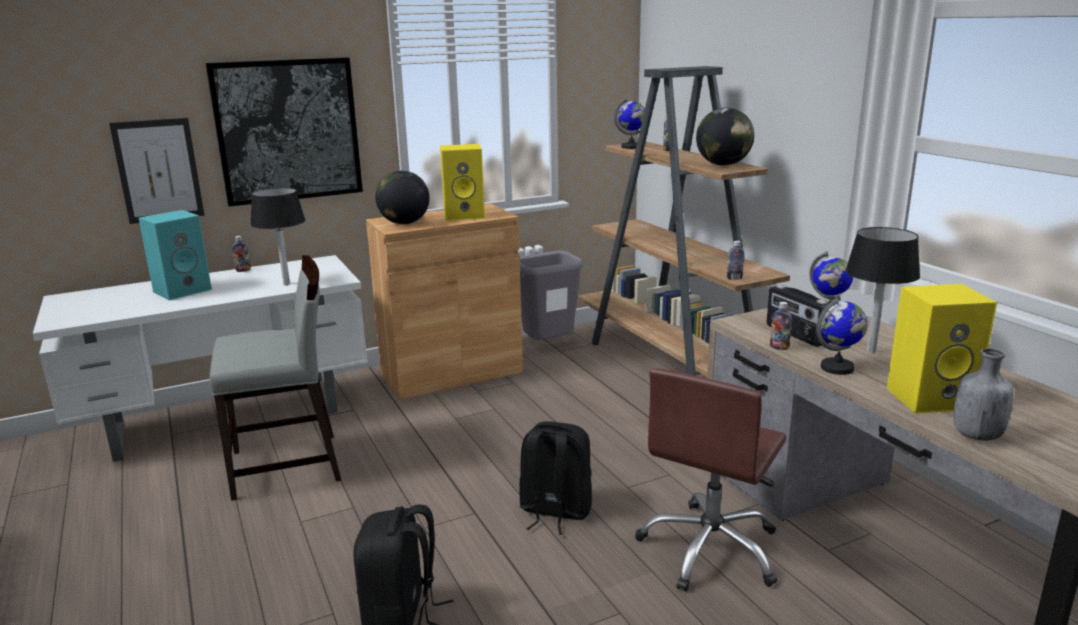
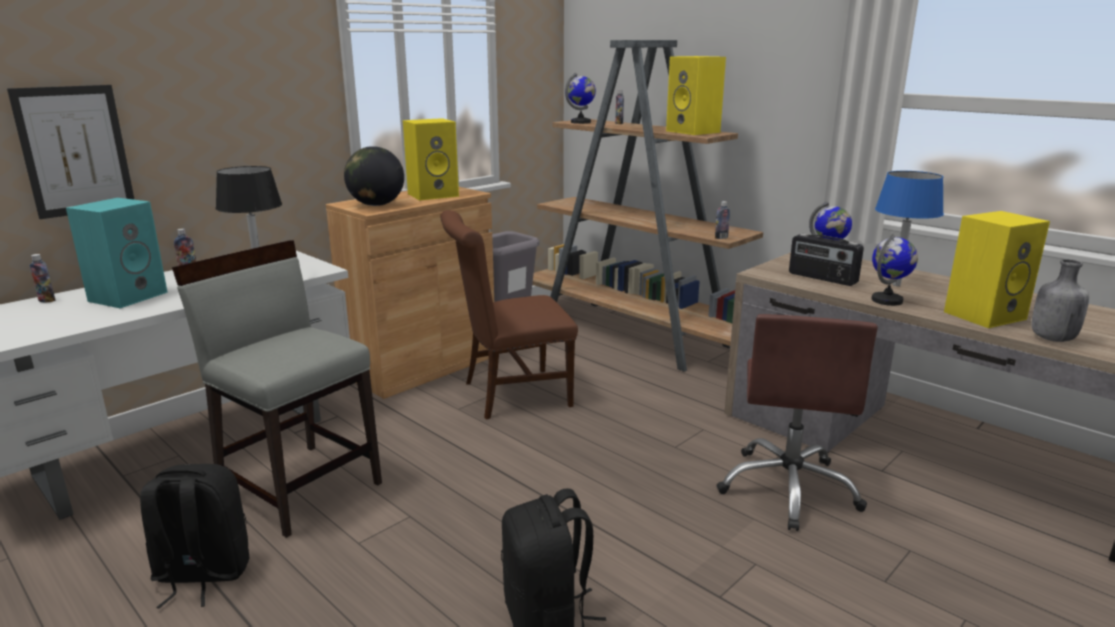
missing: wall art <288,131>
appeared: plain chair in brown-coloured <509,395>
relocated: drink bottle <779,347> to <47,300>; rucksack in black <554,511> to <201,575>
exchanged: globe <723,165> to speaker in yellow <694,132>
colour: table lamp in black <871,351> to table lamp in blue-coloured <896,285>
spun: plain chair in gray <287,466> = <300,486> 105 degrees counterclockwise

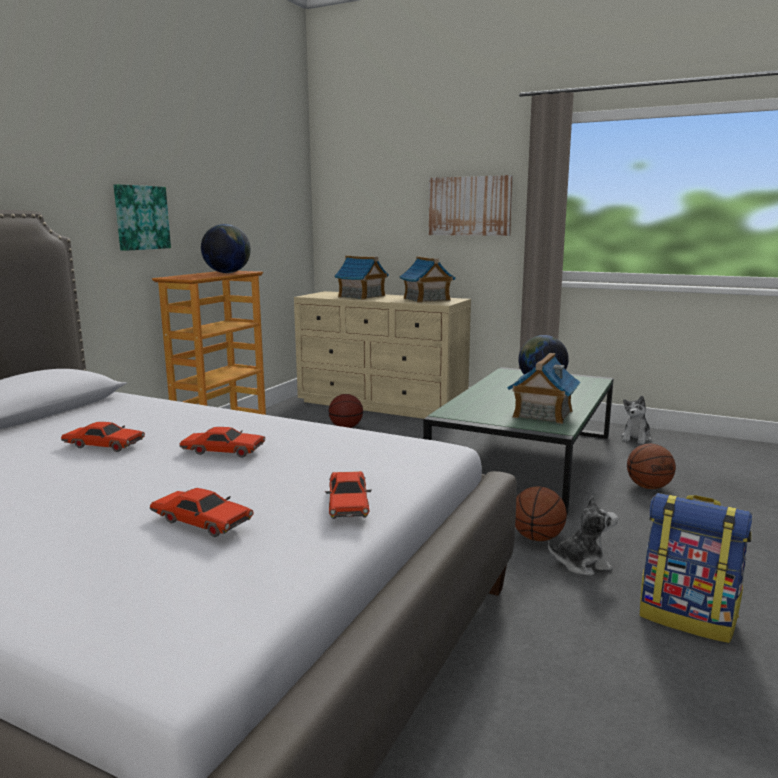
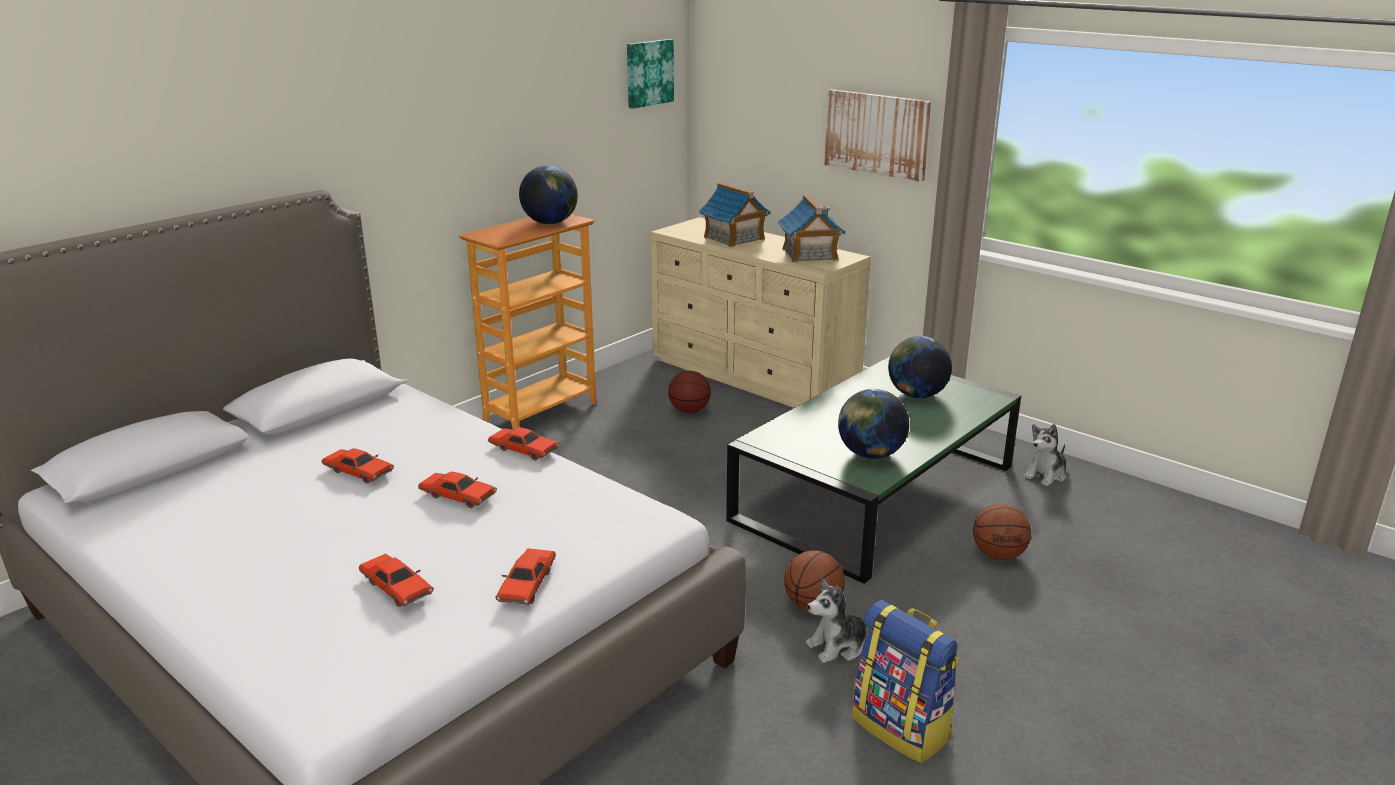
appeared: model car in red <523,450>
relocated: wall art <141,217> to <648,73>
exchanged: toy house <542,414> to globe <870,454>
spun: plush toy <581,564> = <838,646> 150 degrees clockwise

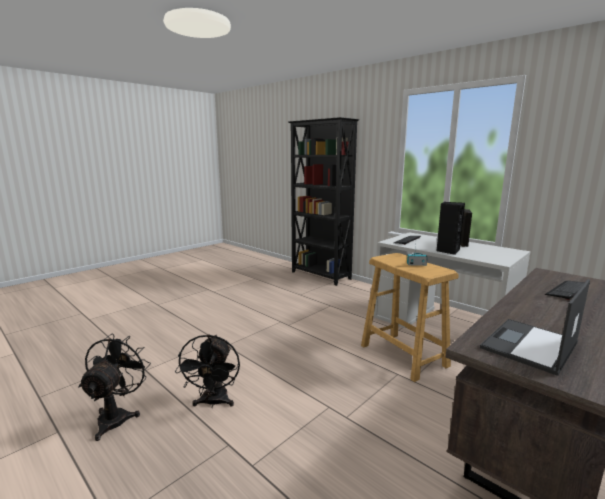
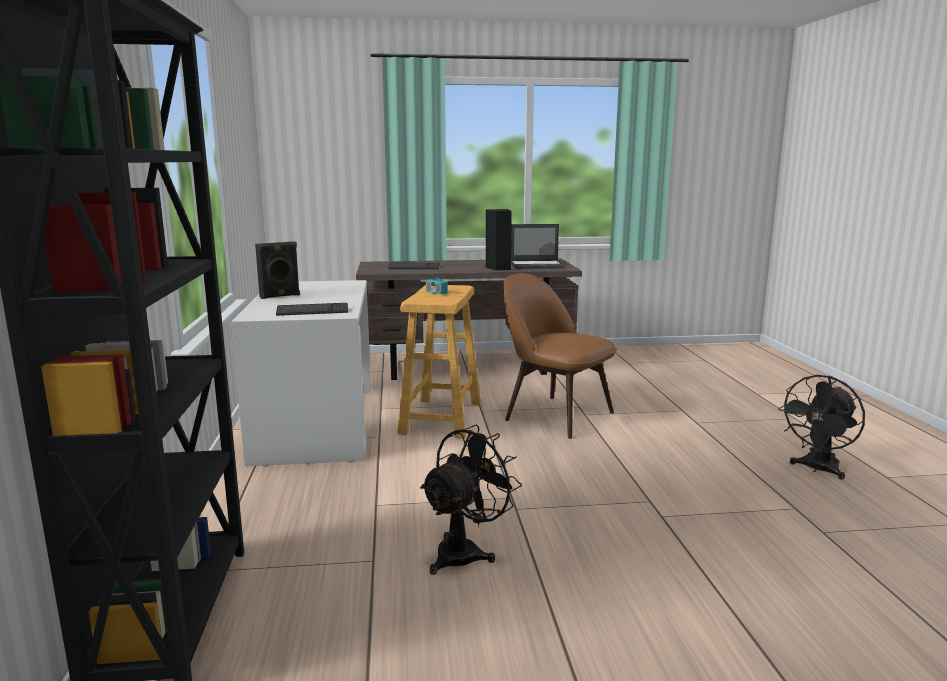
appeared: plain chair in brown-coloured <555,415>
relocated: electric fan in black <213,403> to <465,552>; speaker in black <447,251> to <499,268>

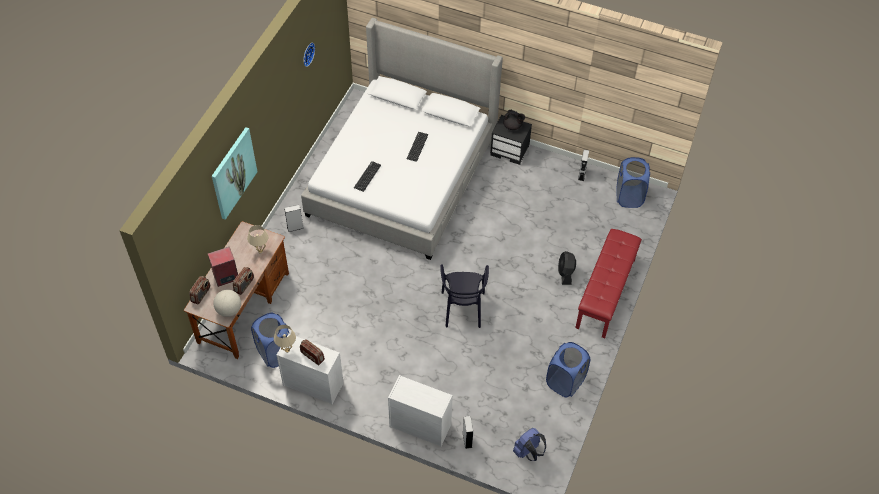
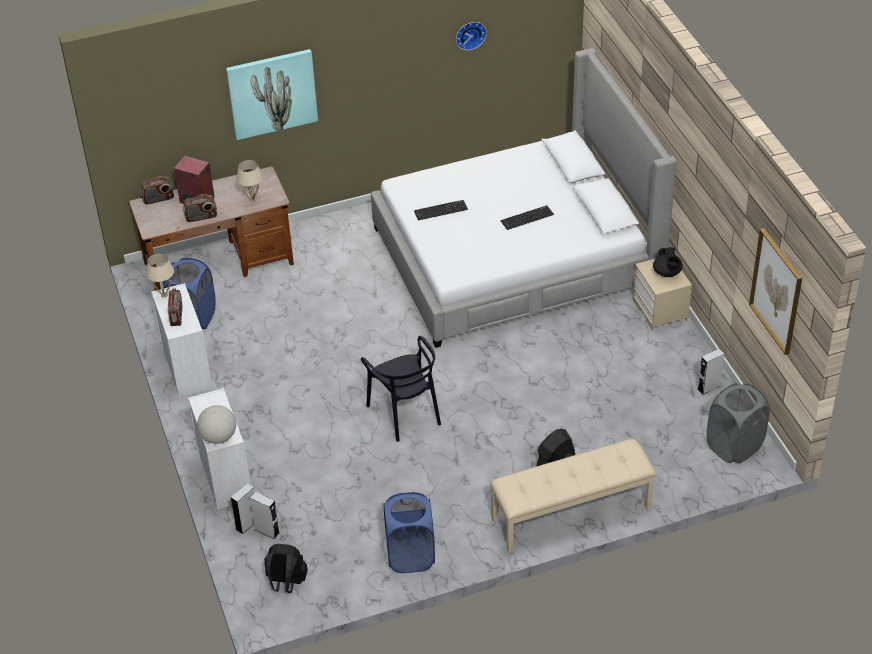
appeared: wall art <776,291>
relocated: globe <229,310> to <219,437>; speaker in gray <295,228> to <267,531>
colour: rucksack in blue-coloured <528,452> to rucksack in black <286,583>; indoor bench in red <606,293> to indoor bench in beige <571,514>; nightstand in black <510,150> to nightstand in beige <661,311>; washing basket in blue-coloured <629,196> to washing basket in gray <734,446>
spun: plain chair in black <463,309> = <405,413> 75 degrees counterclockwise

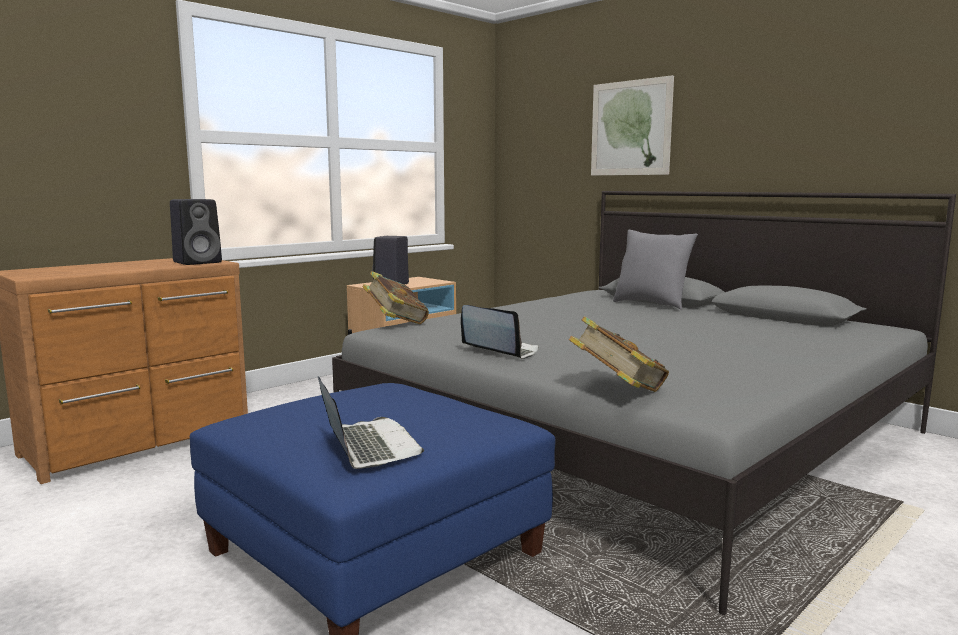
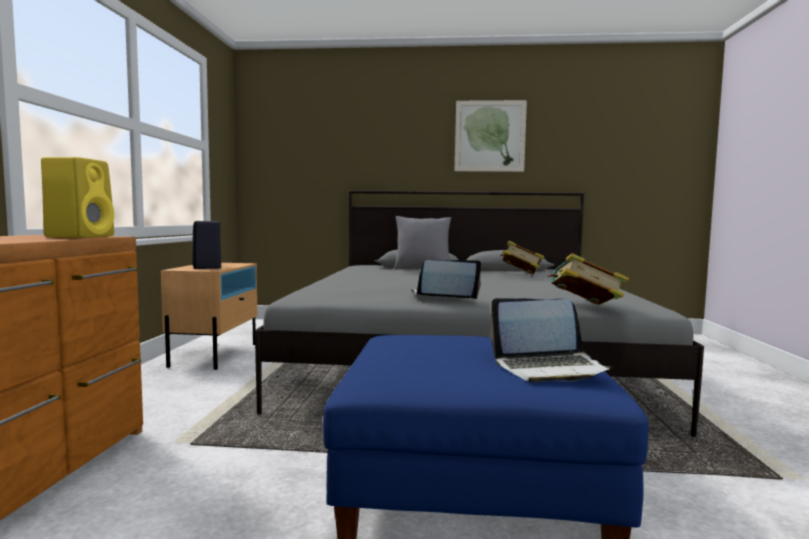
relocated: wall art <630,128> to <490,136>; book <396,323> to <520,275>
colour: speaker in black <199,262> to speaker in yellow <81,236>
spun: notebook computer <367,447> = <549,368> 150 degrees clockwise

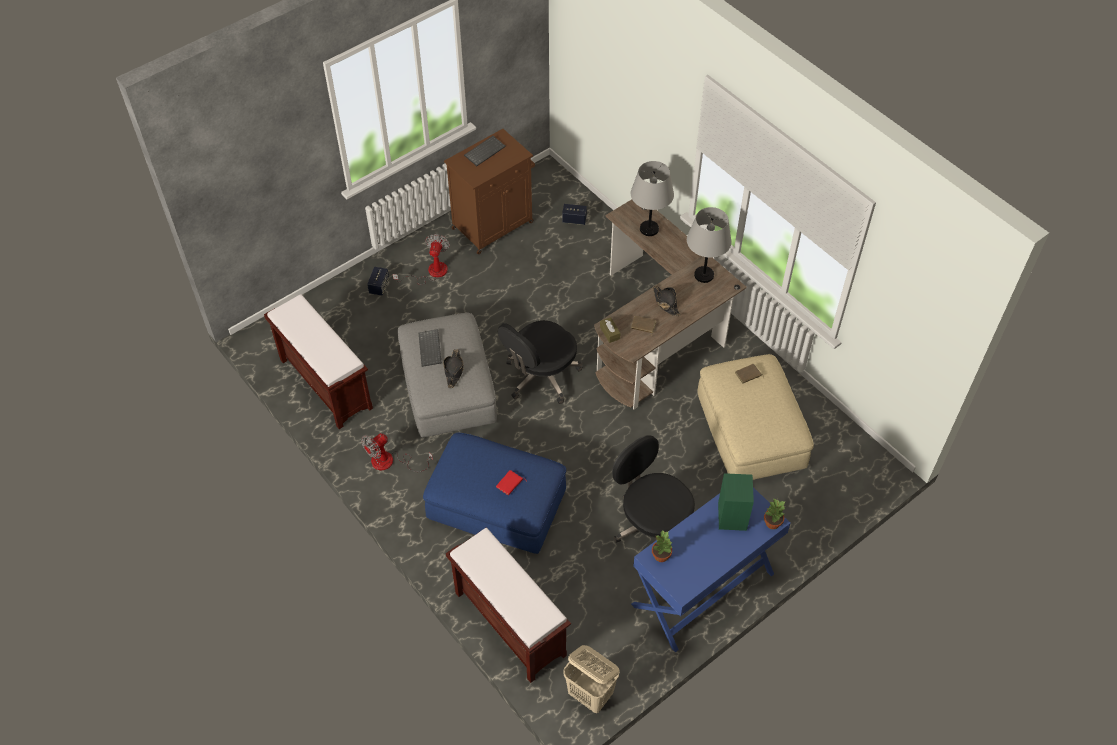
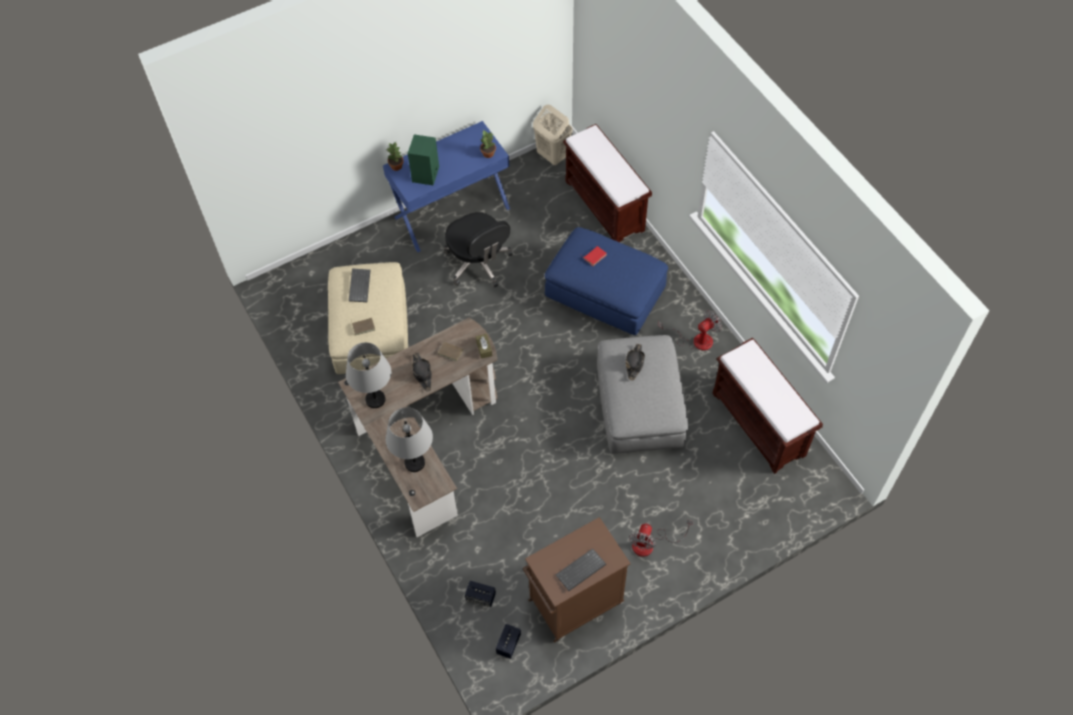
missing: computer chair in black <541,376>
relocated: PC keyboard <431,349> to <359,285>; speaker <379,286> to <508,644>

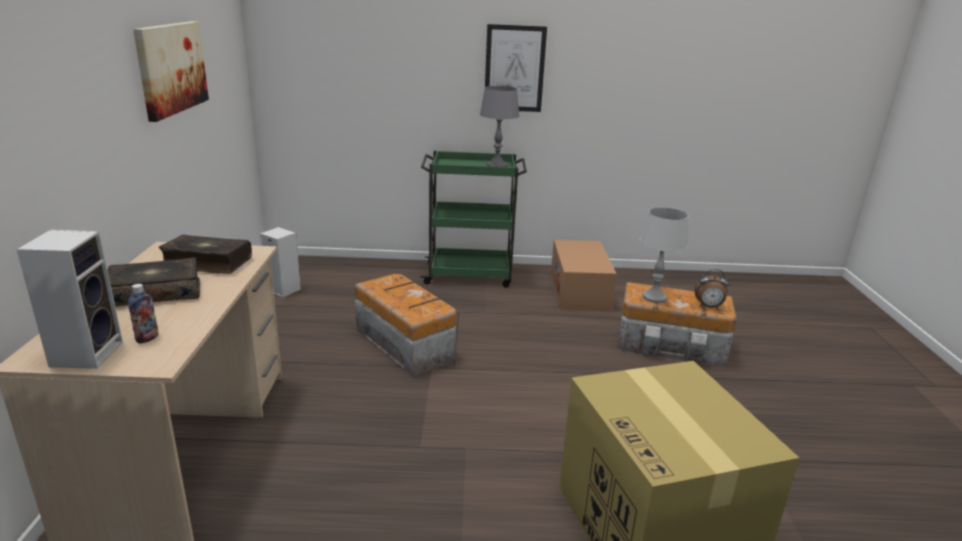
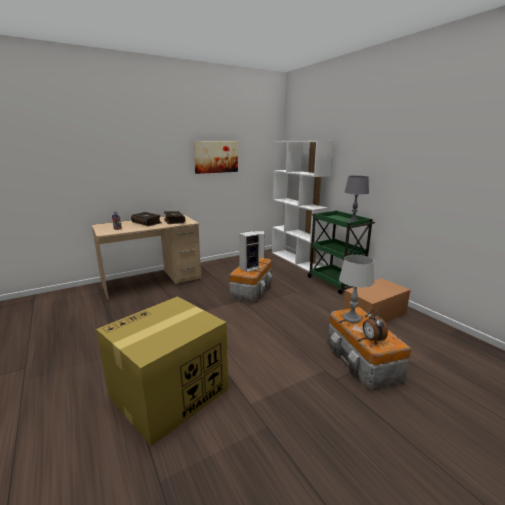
missing: wall art <514,69>
appeared: shelving unit in whitish <296,260>
relocated: speaker <87,352> to <249,268>

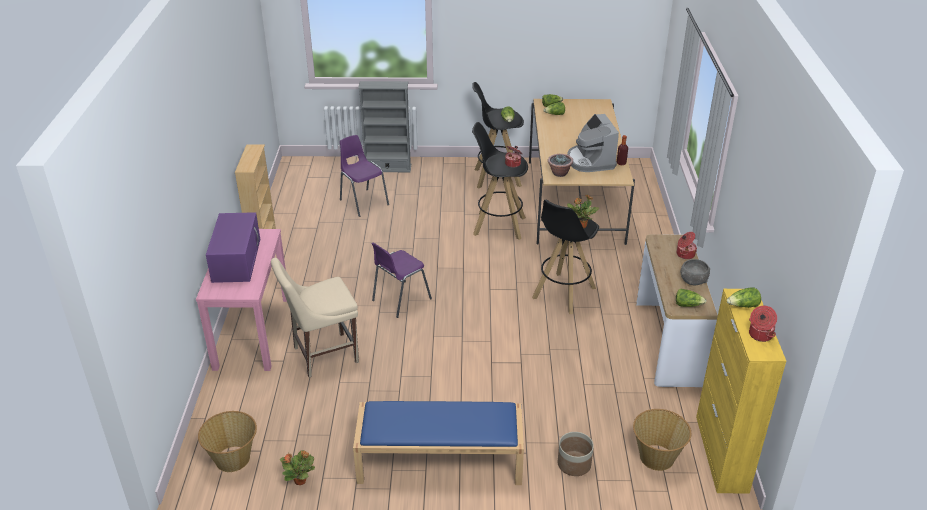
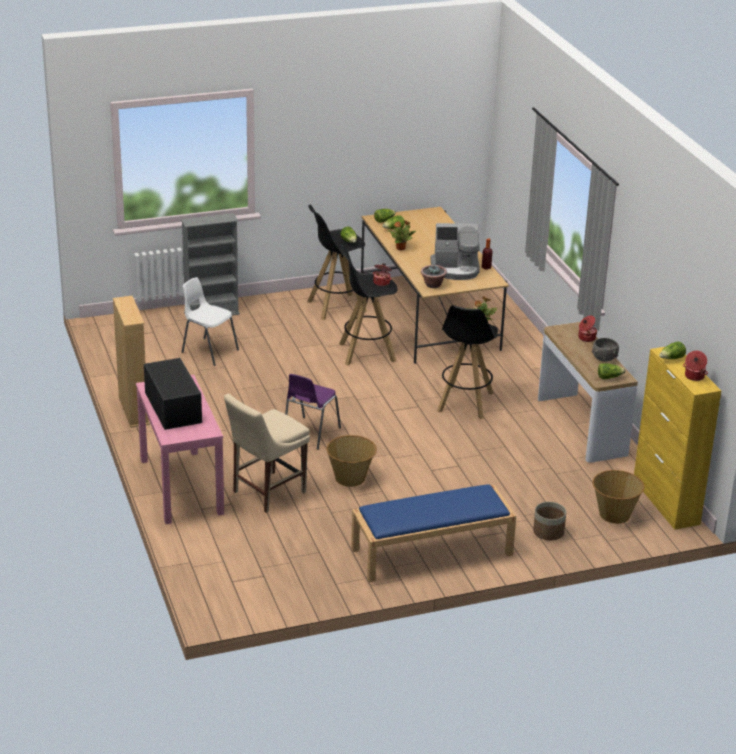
relocated: storage basket <233,459> to <350,478>; plant in a pot <300,480> to <401,248>
colour: microwave in purple <236,259> to microwave in black <172,407>; plain chair in purple <363,202> to plain chair in whitish <208,351>
spun: coffee maker <590,161> = <455,269> 60 degrees counterclockwise

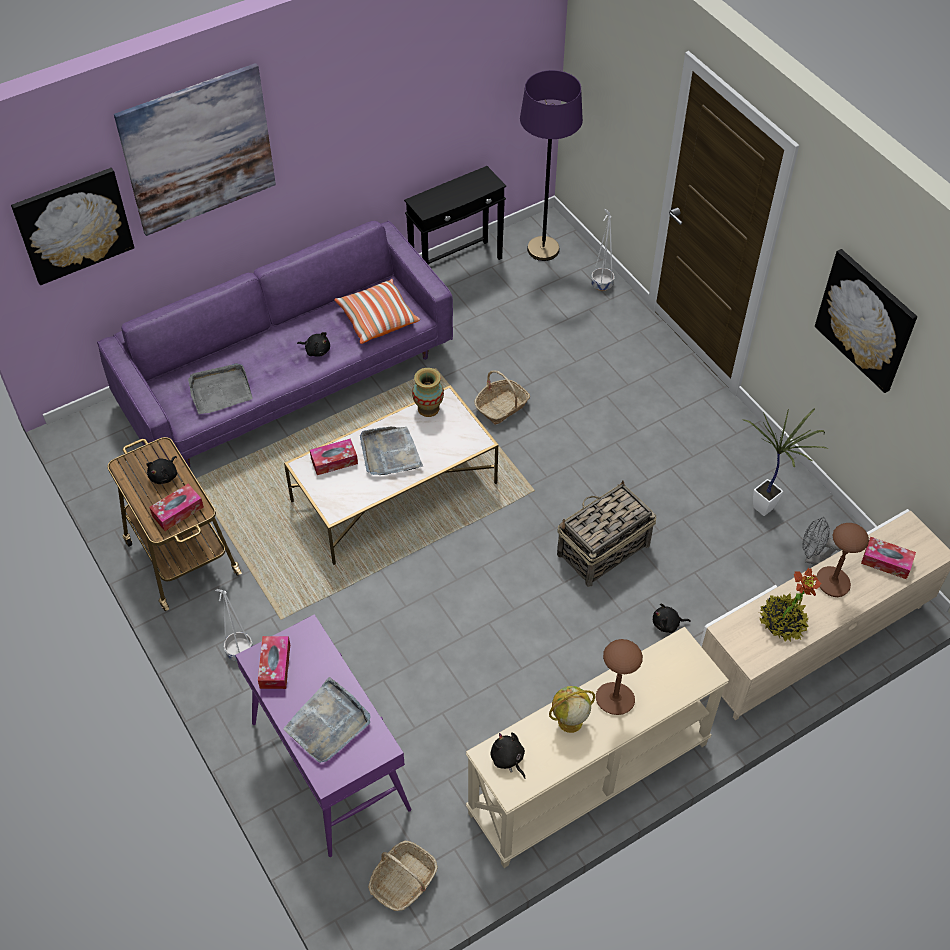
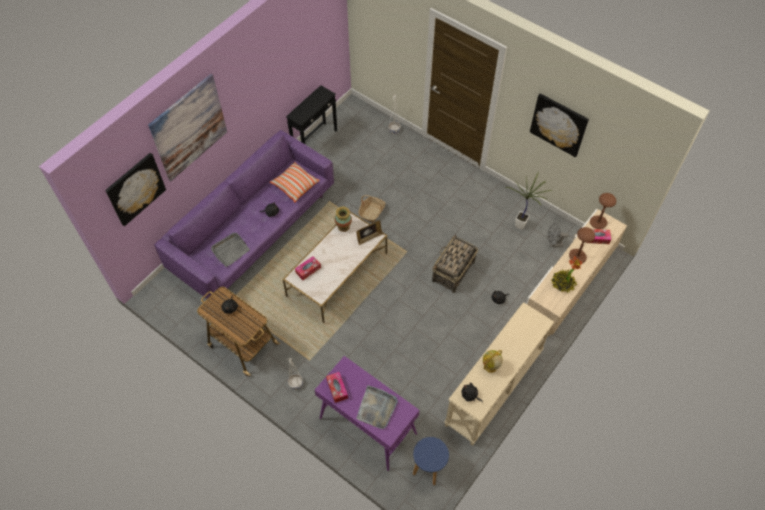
missing: box of tissues <178,511>; tray in gray <390,453>; standing lamp in purple <543,249>
appeared: photo frame <369,238>
relocated: table lamp in brown-coloured <614,700> to <598,223>
exchanged: storage basket <403,881> to stool seat in blue-coloured <428,469>

